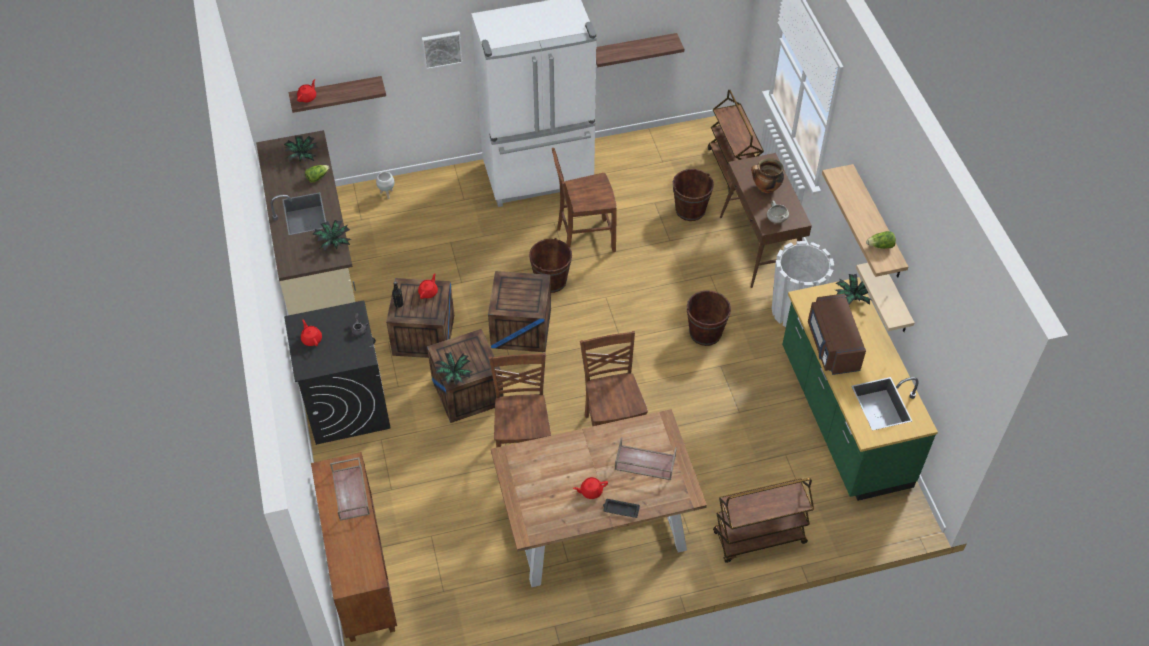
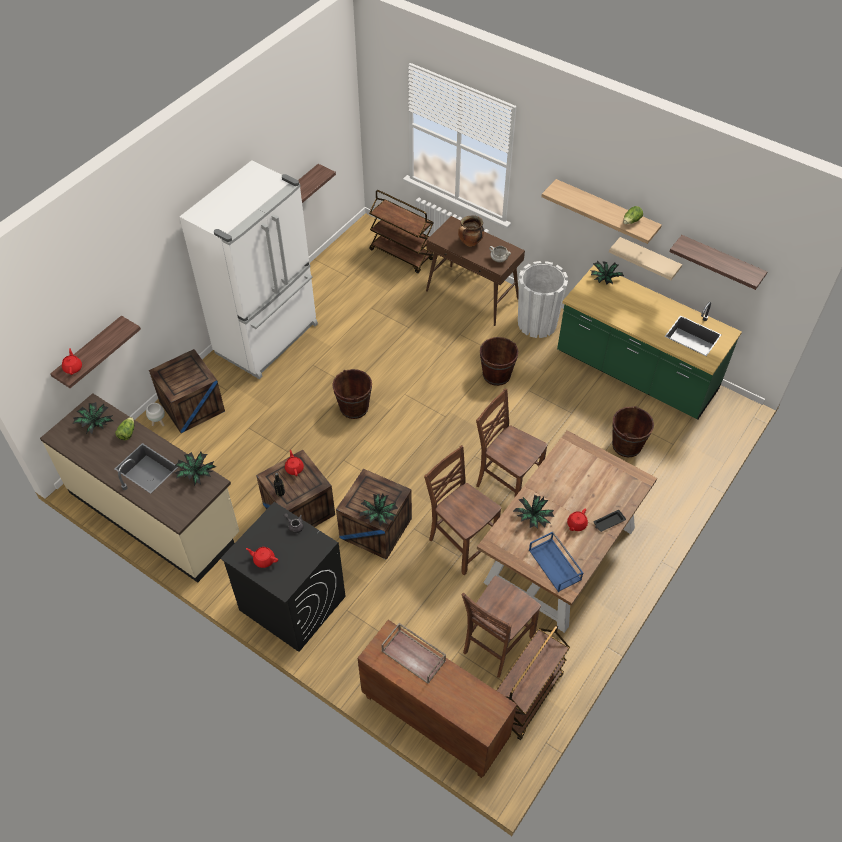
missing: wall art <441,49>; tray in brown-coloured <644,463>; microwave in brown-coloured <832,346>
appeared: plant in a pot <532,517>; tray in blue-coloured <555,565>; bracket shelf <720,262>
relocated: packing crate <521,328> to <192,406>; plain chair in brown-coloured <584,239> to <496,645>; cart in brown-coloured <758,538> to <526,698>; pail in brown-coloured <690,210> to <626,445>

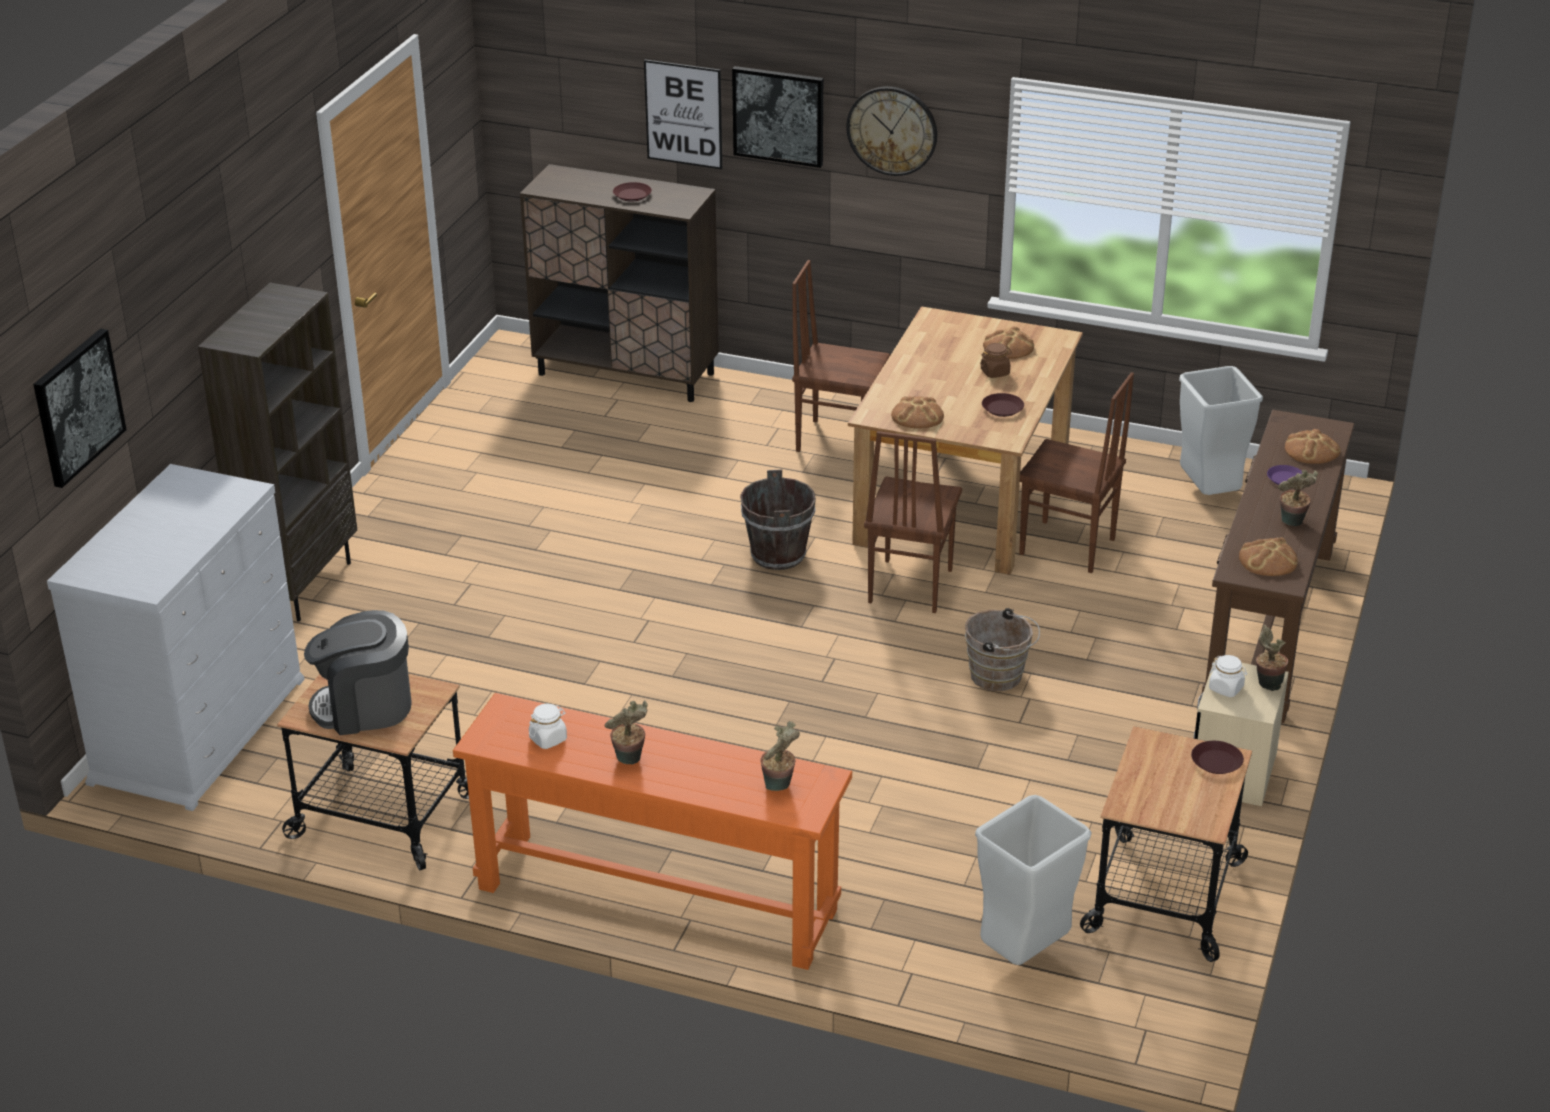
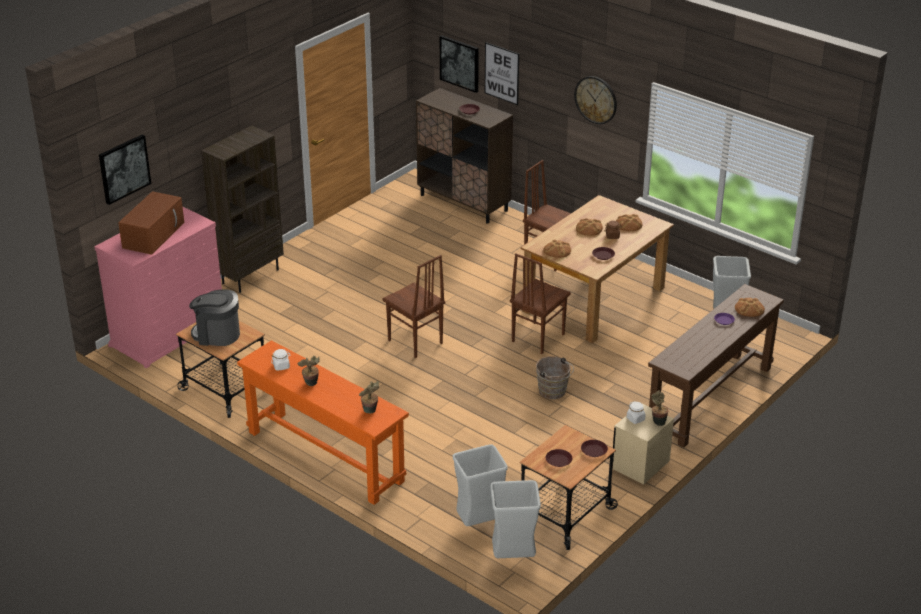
missing: pail in brown-coloured <777,555>; plant in a pot <1292,523>
appeared: microwave in brown-coloured <154,234>; rubbish bin in gray <513,558>; dinner plate in brown-coloured <559,460>
relocated: plain chair in brown-coloured <1067,548> to <415,342>; wall art <778,115> to <460,63>; baked bread <1268,560> to <589,228>
colour: chest of drawers in whitish <199,730> to chest of drawers in pink-coloured <168,332>

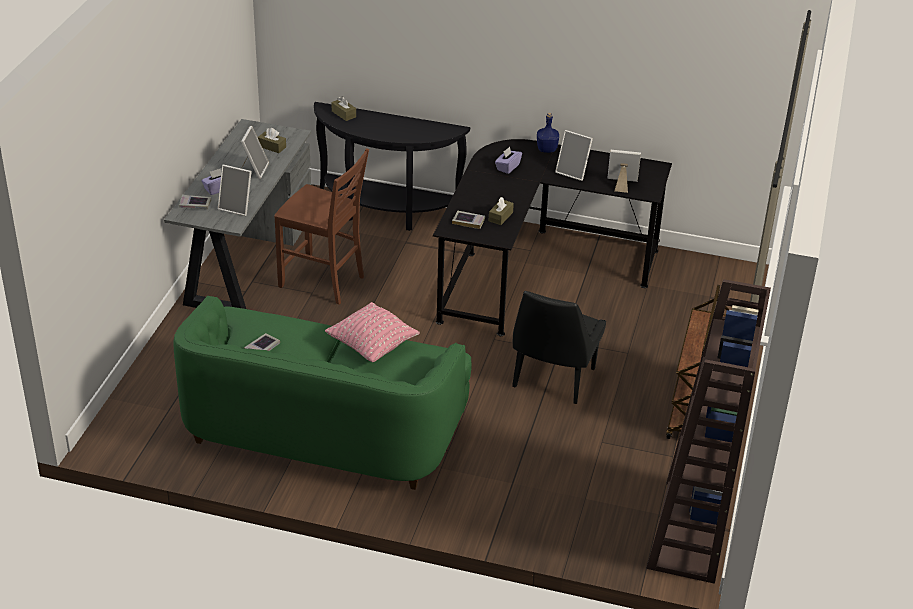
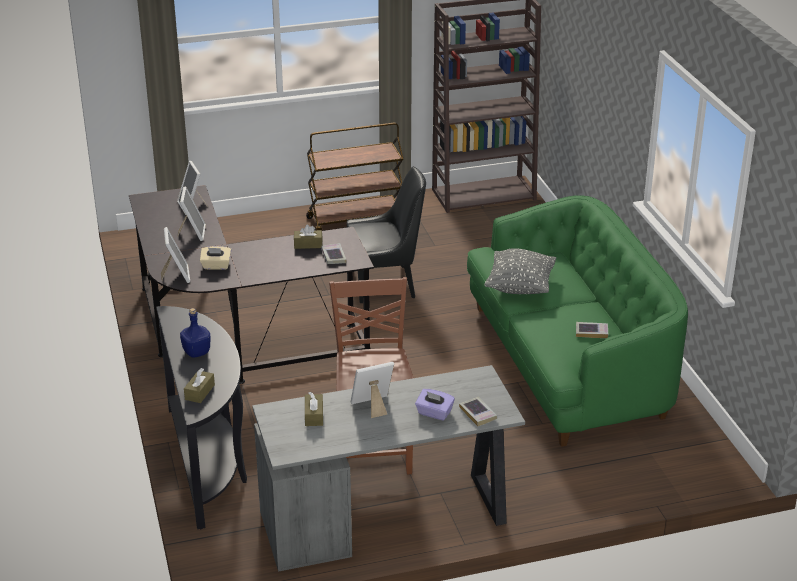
relocated: photo frame <237,207> to <176,275>; drink bottle in blue-coloured <547,149> to <196,352>
colour: box of tissues in purple <507,167> to box of tissues in beige <216,266>; pillow in pink-coloured <372,346> to pillow in gray <520,287>

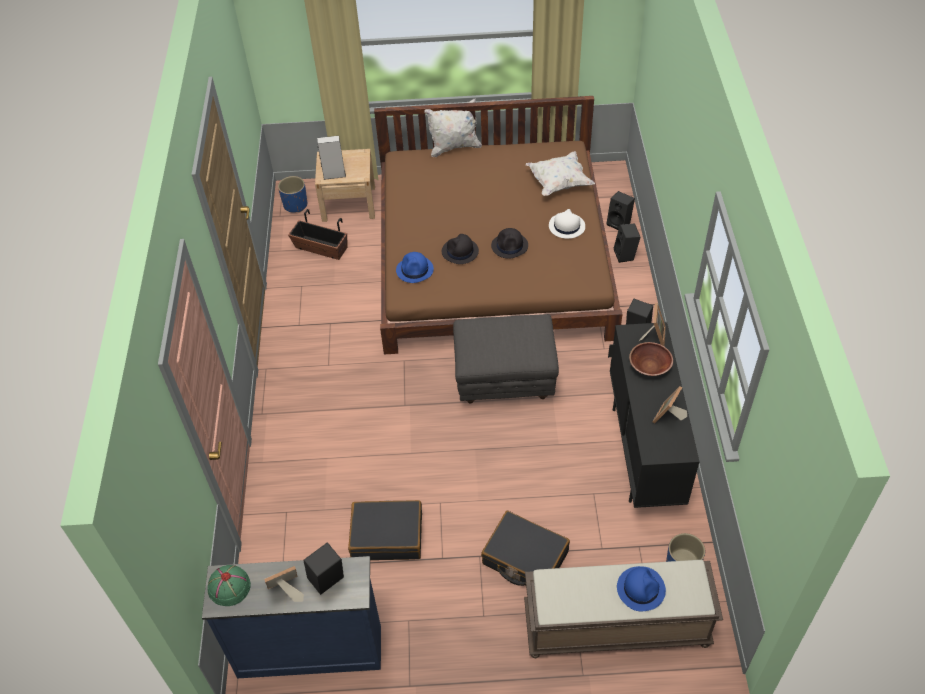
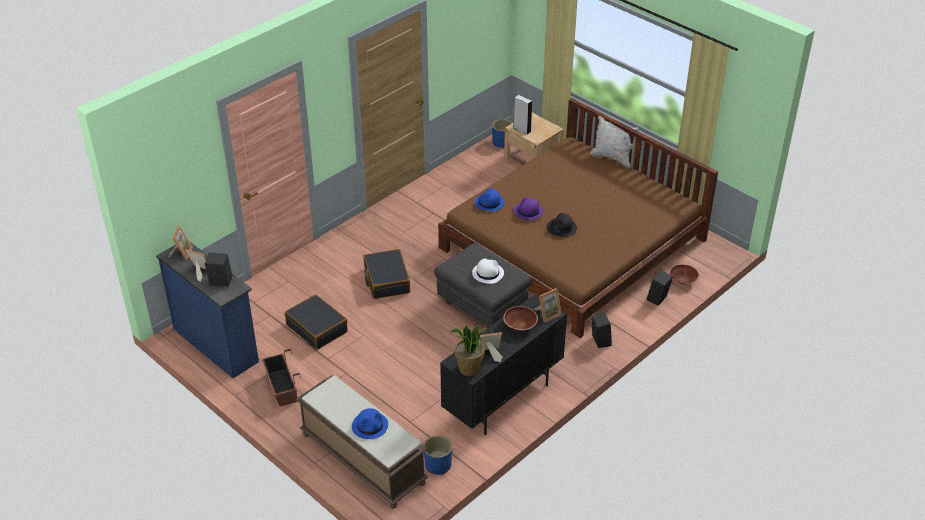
missing: pillow in whitish <559,183>
appeared: plant in a pot <469,369>
relocated: plant pot <321,248> to <281,388>; travel case in black <525,558> to <386,280>; wearable hat in whitish <566,226> to <487,273>
exchanged: wearable hat in green-coloured <229,587> to photo frame <181,253>; speaker in black <619,223> to serving bowl in brown-coloured <683,280>
colour: wearable hat in black <460,252> to wearable hat in purple <528,211>

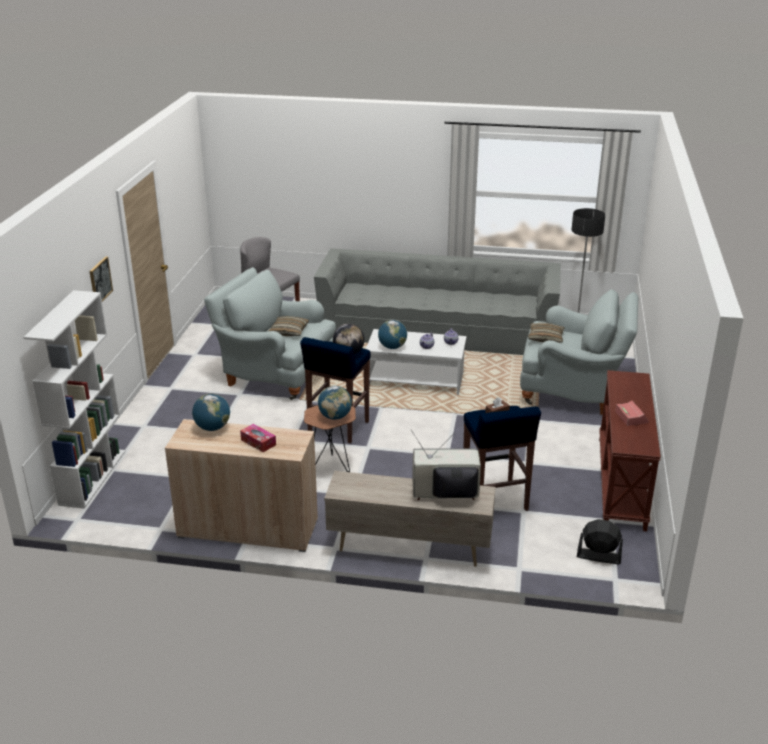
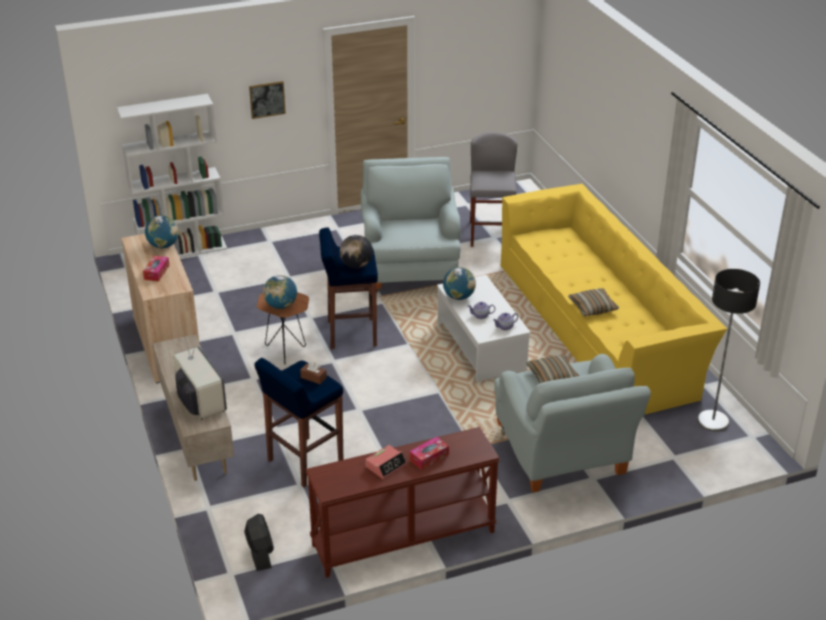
appeared: box of tissues <429,457>
relocated: pillow <288,331> to <593,307>
colour: sofa in gray <437,331> to sofa in yellow <598,326>

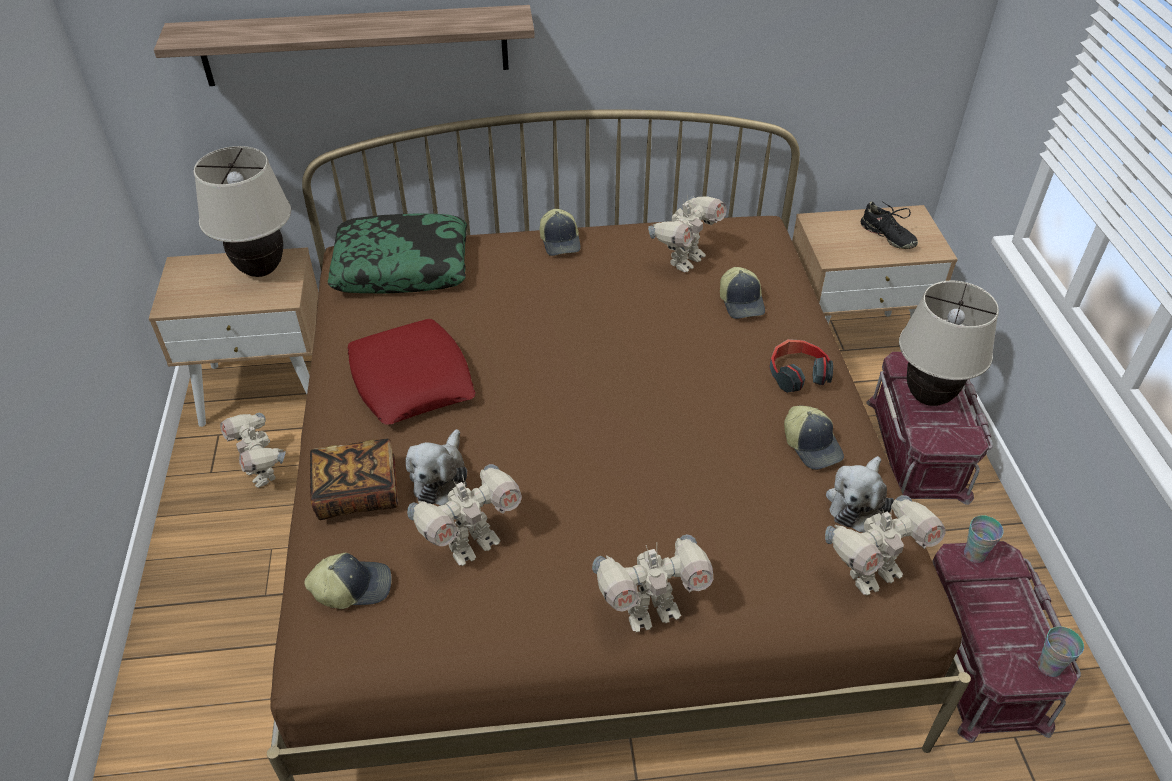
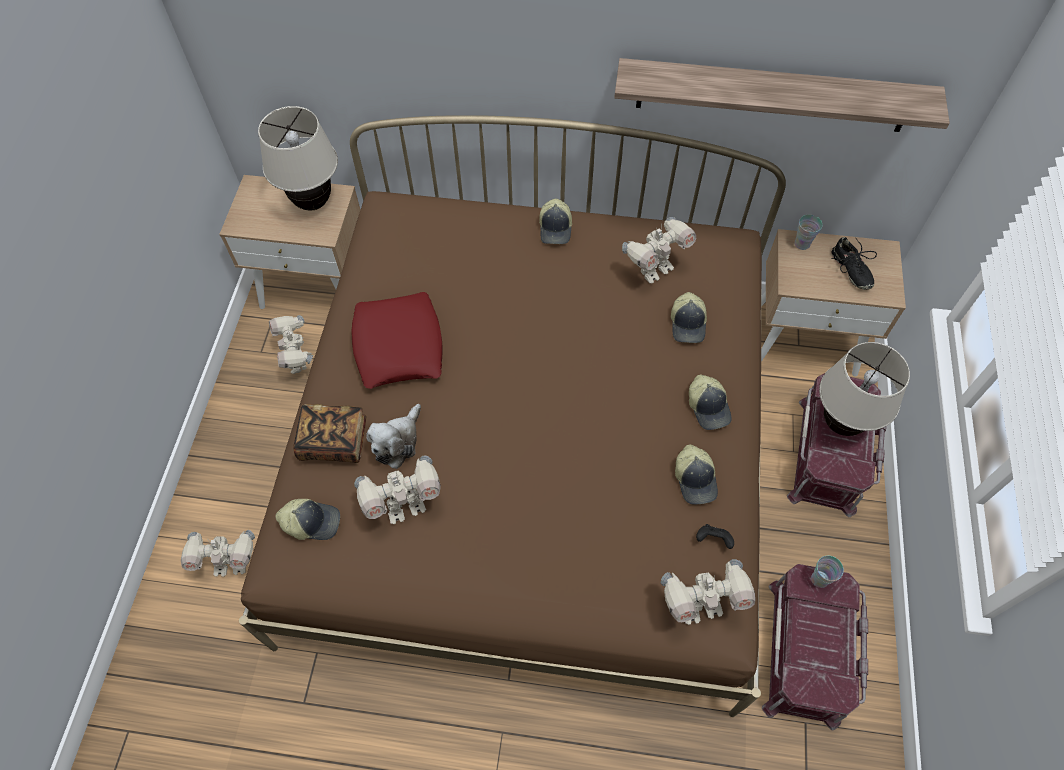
missing: pillow <402,266>
relocated: robot figure <650,611> to <231,564>; bracket shelf <355,45> to <772,95>; cup <1049,666> to <802,244>
exchanged: pair of headphones <797,374> to cap <709,407>; plush toy <857,502> to gamepad in black <713,540>

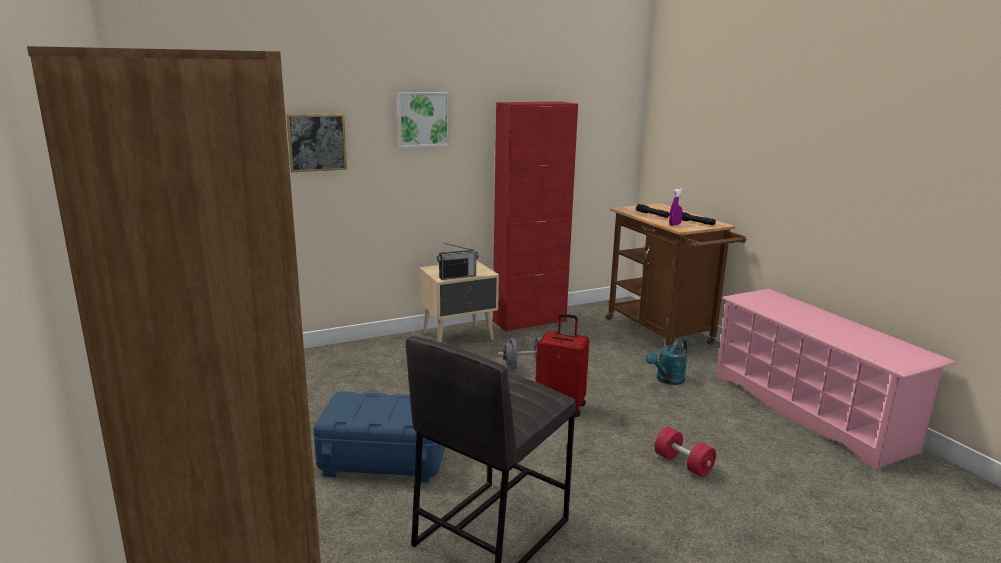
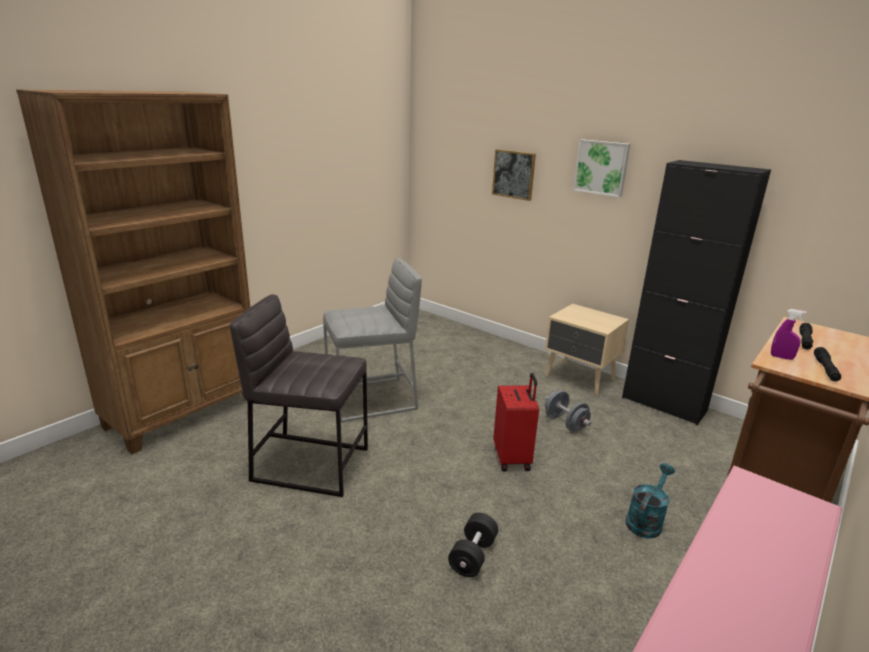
missing: radio set <457,276>
exchanged: storage box in blue-coloured <385,457> to stool seat in gray <372,400>
colour: free weight in red <683,464> to free weight in black <473,556>; cabinet in red <529,321> to cabinet in black <663,404>
spun: sprinkling can in turquoise <667,380> = <646,520> 105 degrees clockwise

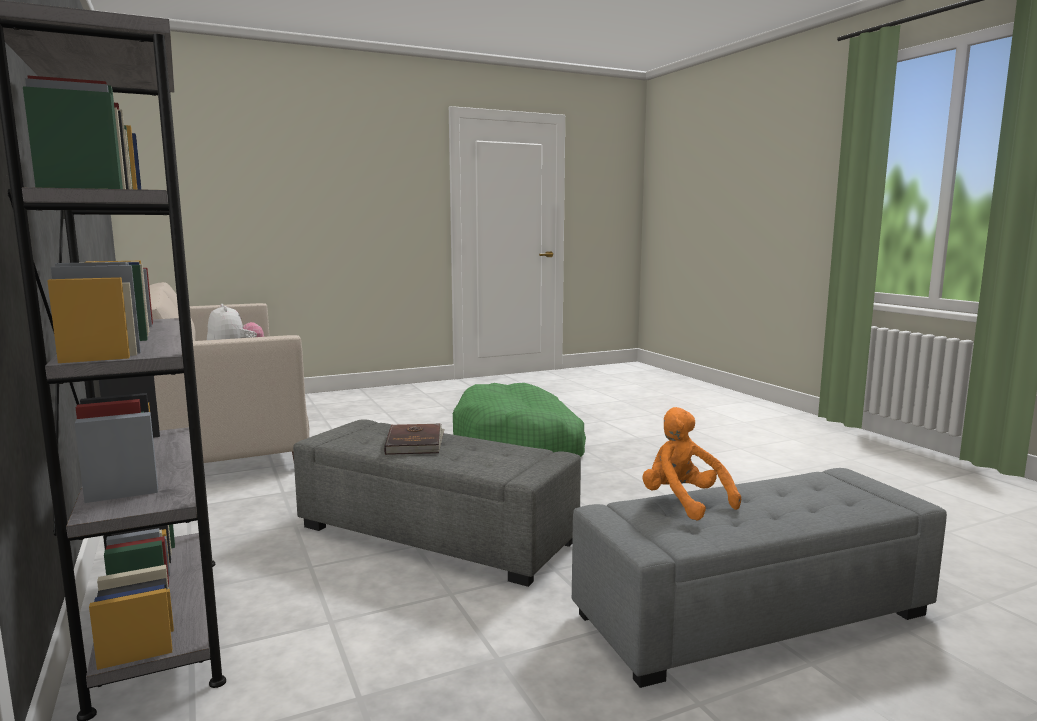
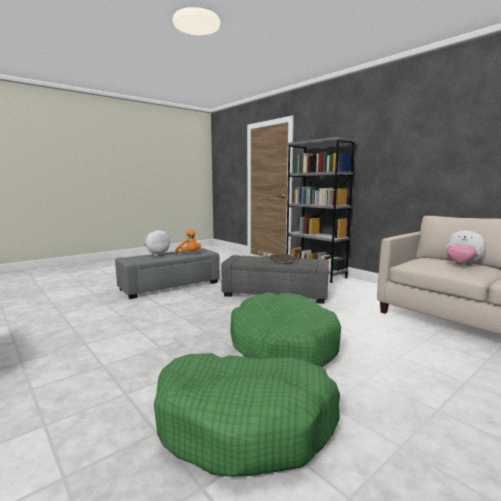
appeared: plush toy <157,254>; dog cushion in green-coloured <245,423>

